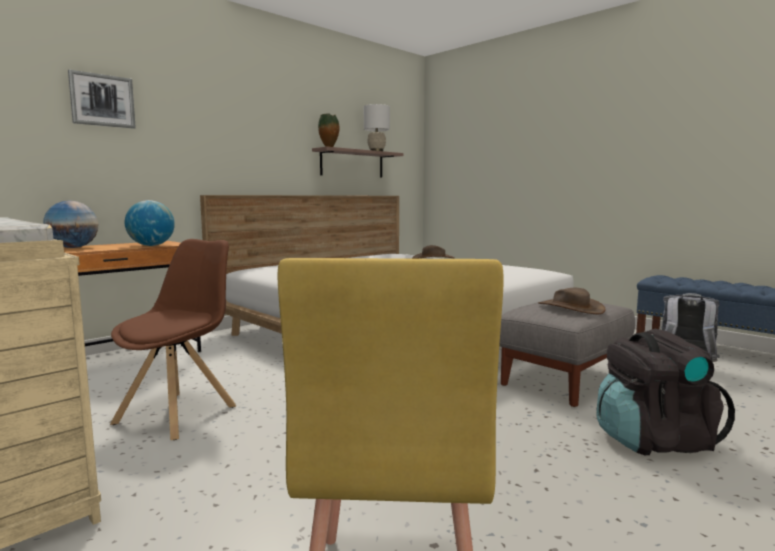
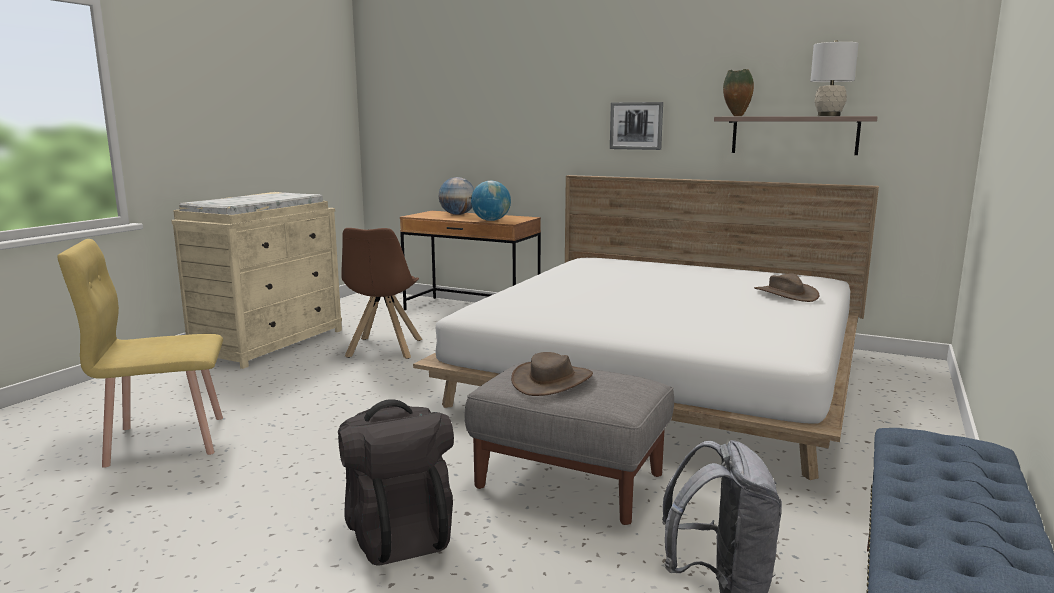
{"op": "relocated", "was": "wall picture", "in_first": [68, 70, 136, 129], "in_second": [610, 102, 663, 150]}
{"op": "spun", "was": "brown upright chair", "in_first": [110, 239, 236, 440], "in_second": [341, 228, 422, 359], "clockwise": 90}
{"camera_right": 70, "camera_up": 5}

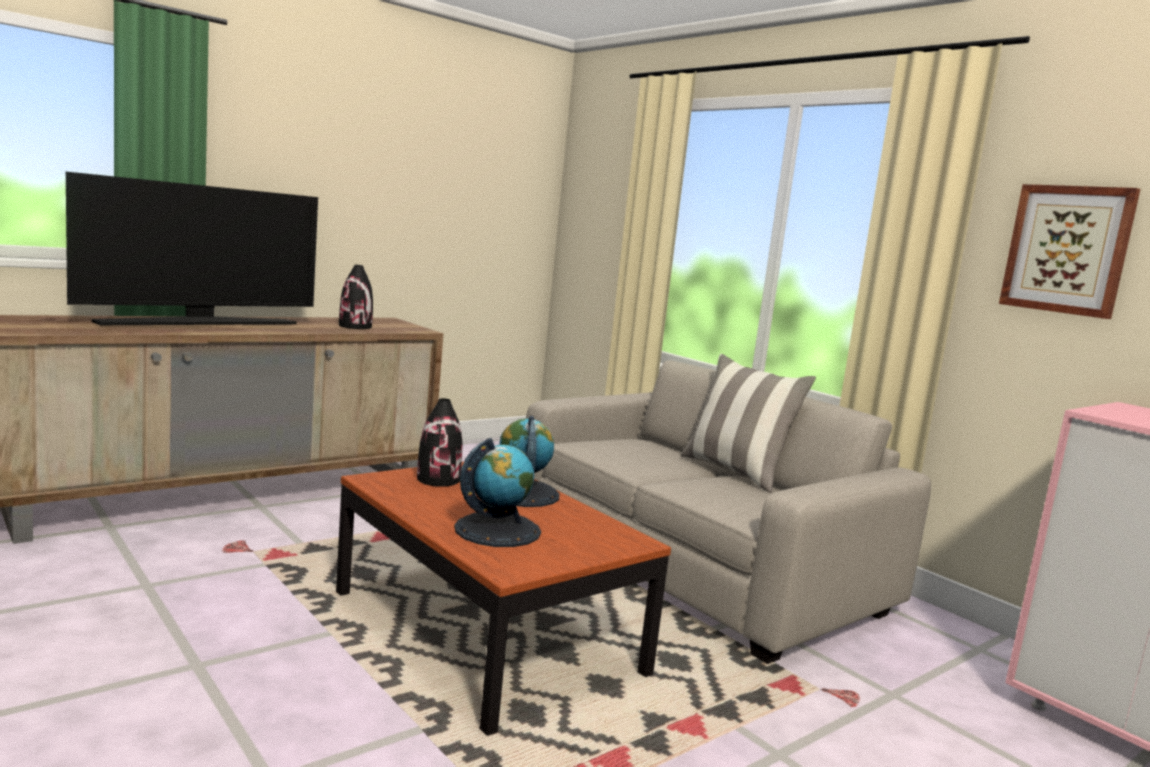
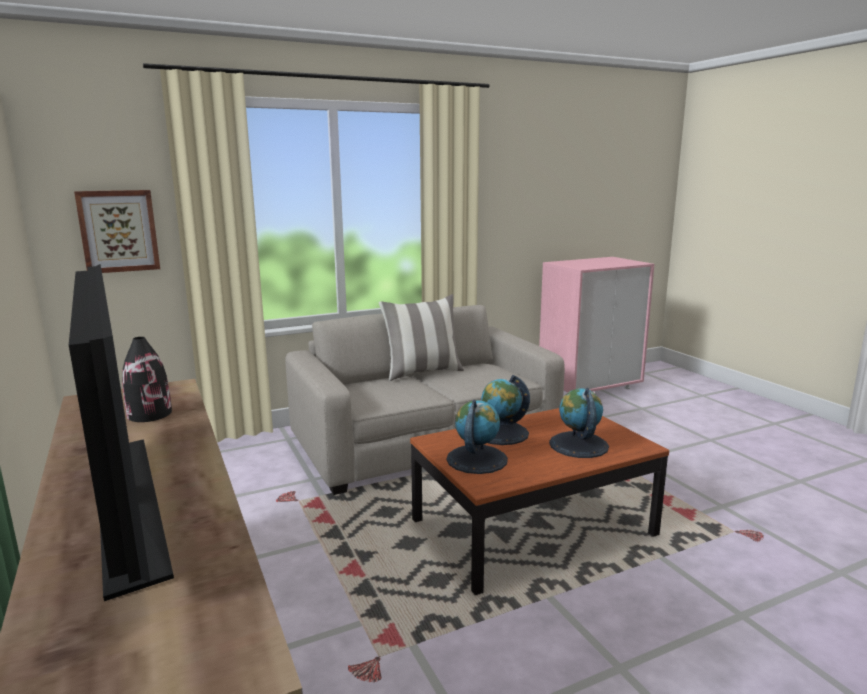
{"op": "relocated", "was": "wall picture", "in_first": [999, 184, 1140, 319], "in_second": [74, 190, 160, 273]}
{"op": "exchanged", "was": "blackish vase", "now": "globe", "in_first": [417, 398, 462, 487], "in_second": [446, 400, 508, 474]}
{"camera_right": -75, "camera_up": 5}

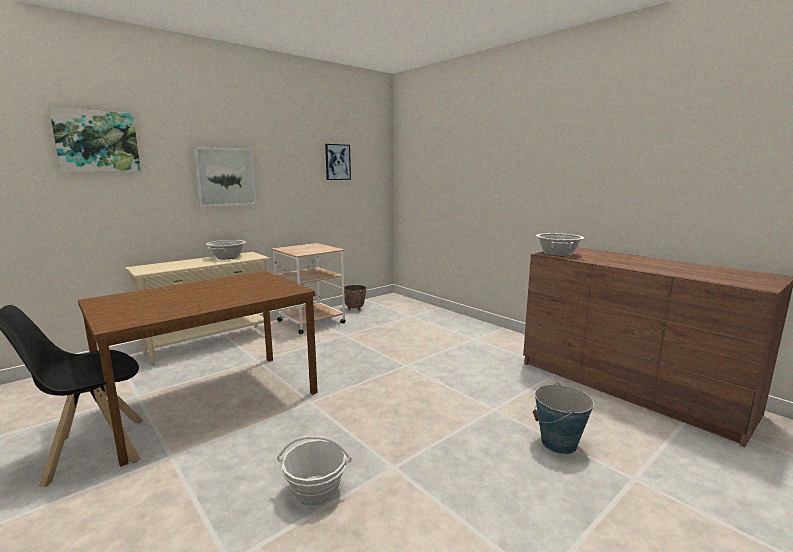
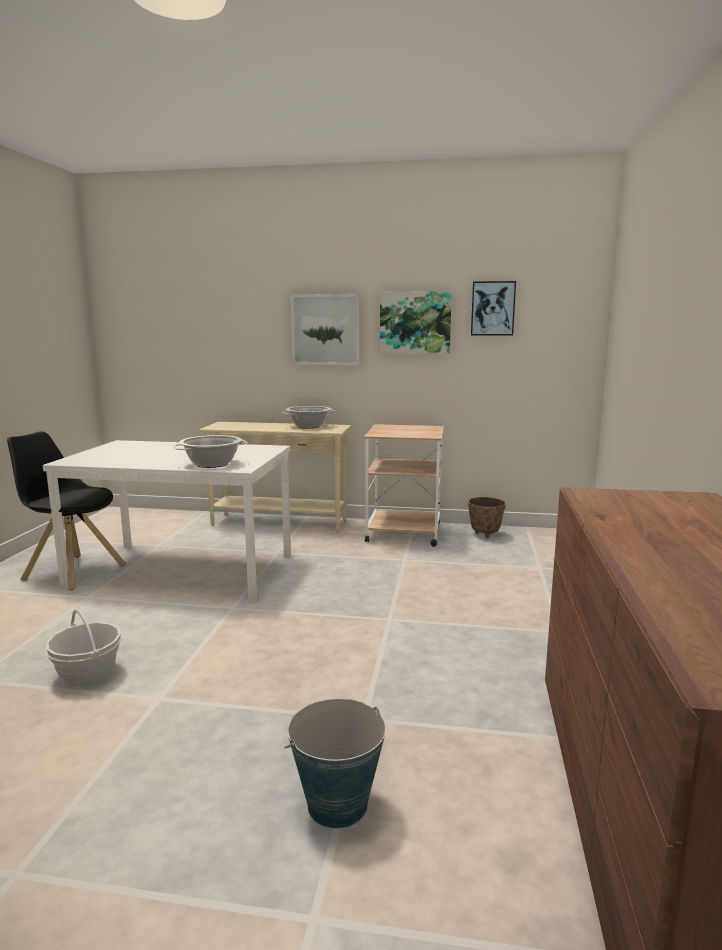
{"op": "relocated", "was": "wall picture", "in_first": [49, 107, 141, 171], "in_second": [380, 291, 452, 354]}
{"op": "relocated", "was": "stockpot", "in_first": [536, 233, 584, 256], "in_second": [173, 435, 248, 468]}
{"op": "colour", "was": "brown dining table", "now": "whitish dining table", "in_first": [78, 271, 318, 467], "in_second": [43, 440, 291, 603]}
{"camera_right": 50, "camera_up": 0}

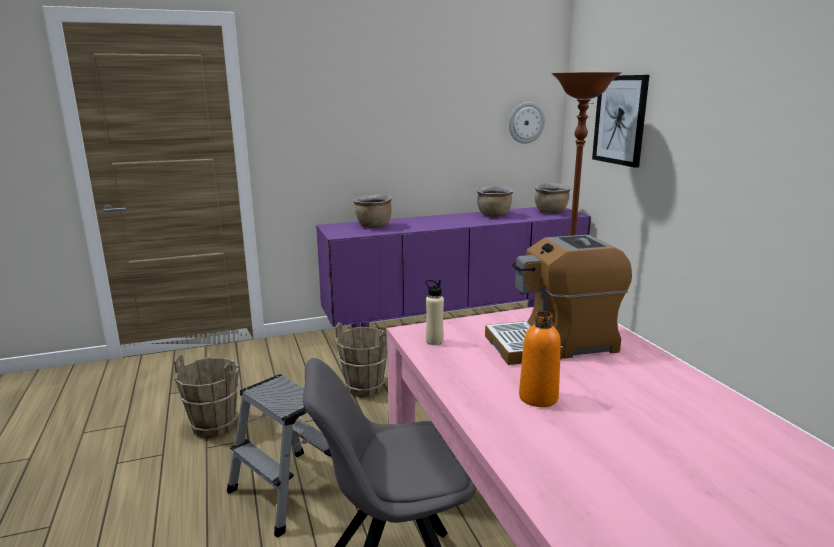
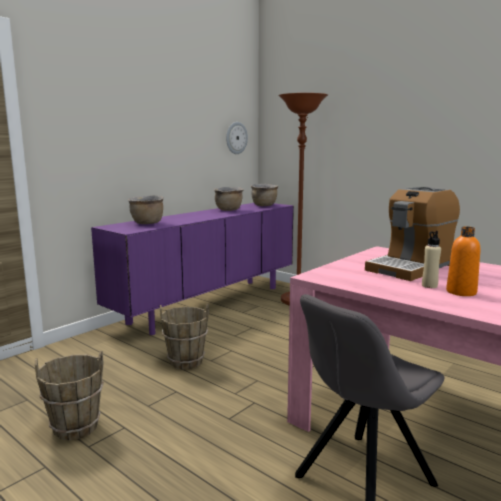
{"op": "missing", "was": "wall picture", "in_first": [592, 75, 649, 168]}
{"op": "relocated", "was": "beige bottle", "in_first": [425, 280, 444, 345], "in_second": [422, 231, 441, 288]}
{"op": "missing", "was": "greyish stepladder", "in_first": [227, 374, 332, 538]}
{"camera_right": -30, "camera_up": -5}

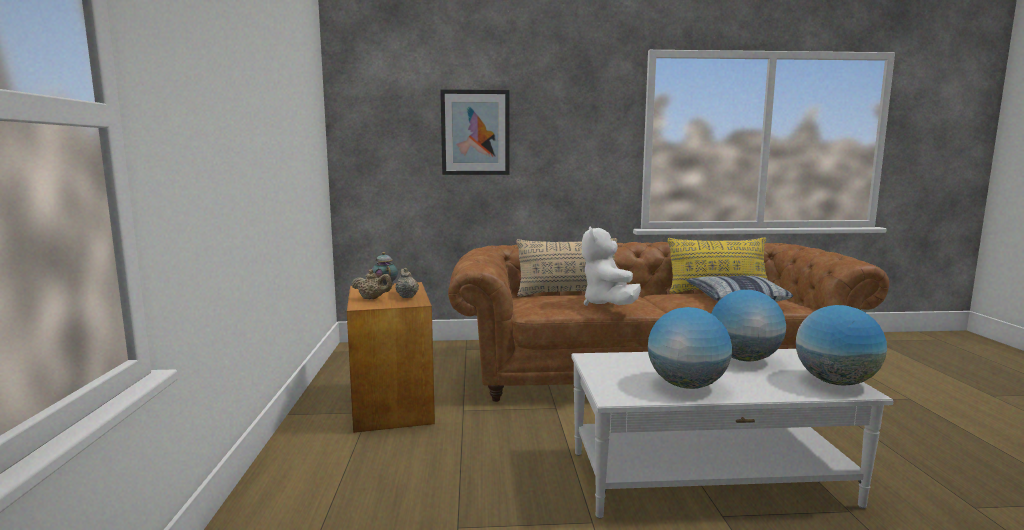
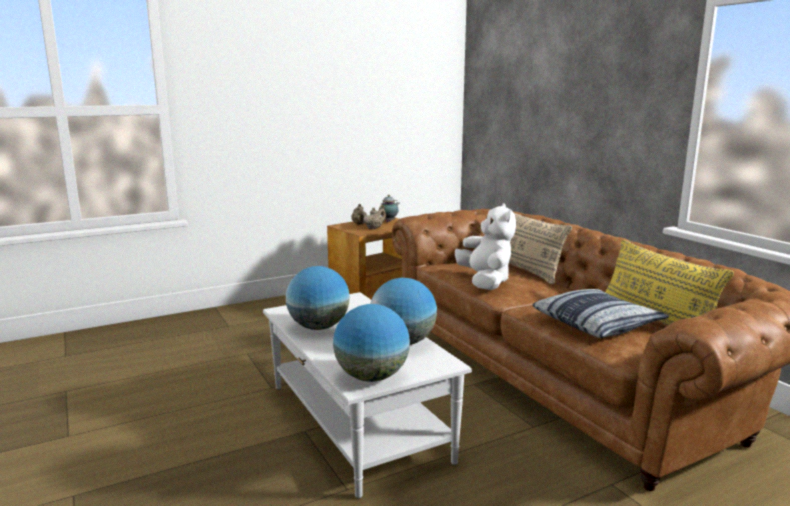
{"op": "missing", "was": "wall picture", "in_first": [440, 89, 509, 175]}
{"op": "spun", "was": "whitish plush toy", "in_first": [582, 226, 641, 306], "in_second": [455, 203, 516, 290], "clockwise": 105}
{"camera_right": 65, "camera_up": 5}

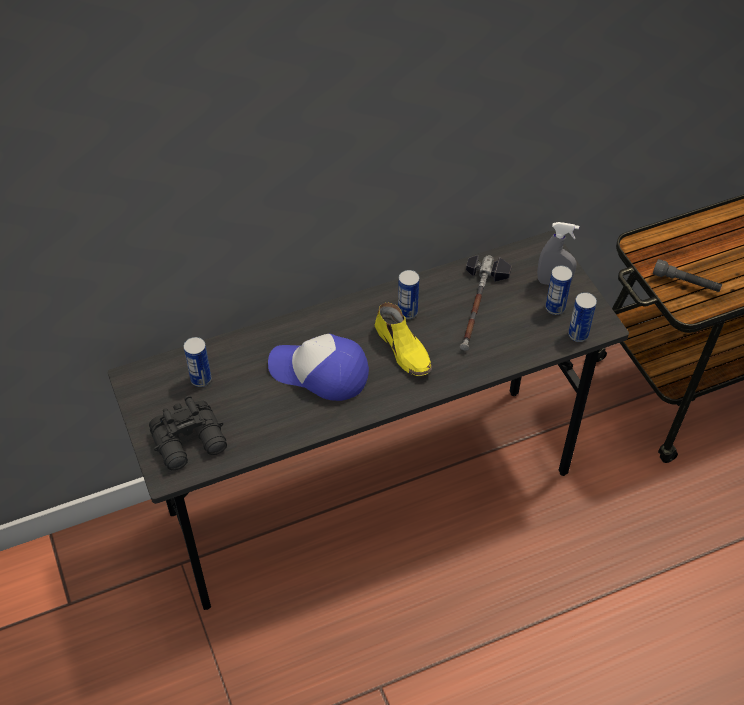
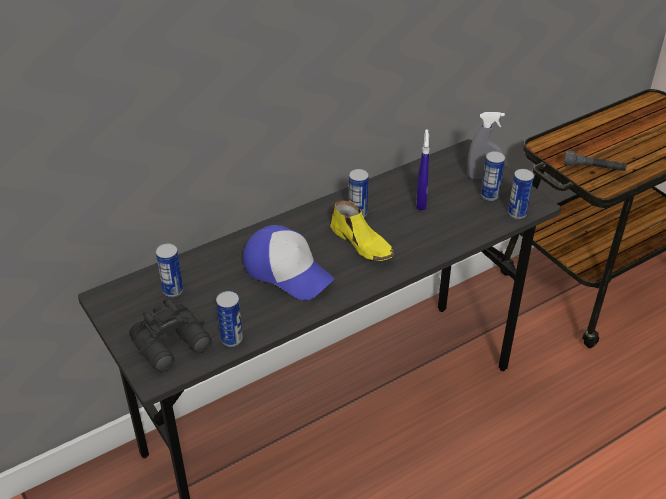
{"op": "exchanged", "was": "hand hammer", "now": "blue-coloured hand sprayer", "in_first": [460, 255, 512, 351], "in_second": [416, 129, 429, 210]}
{"op": "spun", "was": "baseball cap", "in_first": [268, 334, 369, 401], "in_second": [243, 225, 334, 300], "clockwise": -150}
{"op": "appeared", "now": "sealed can", "in_second": [216, 291, 243, 347]}
{"camera_right": -10, "camera_up": -10}

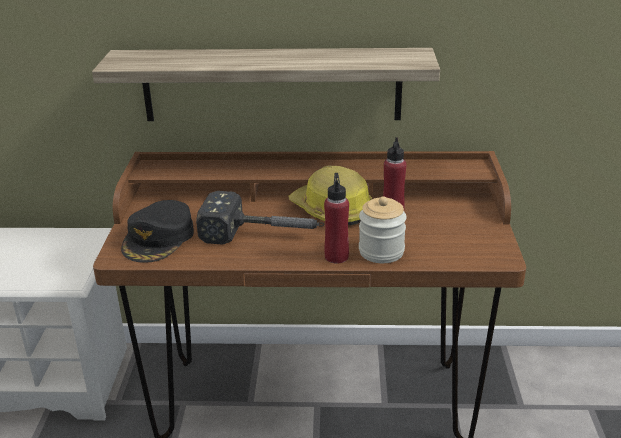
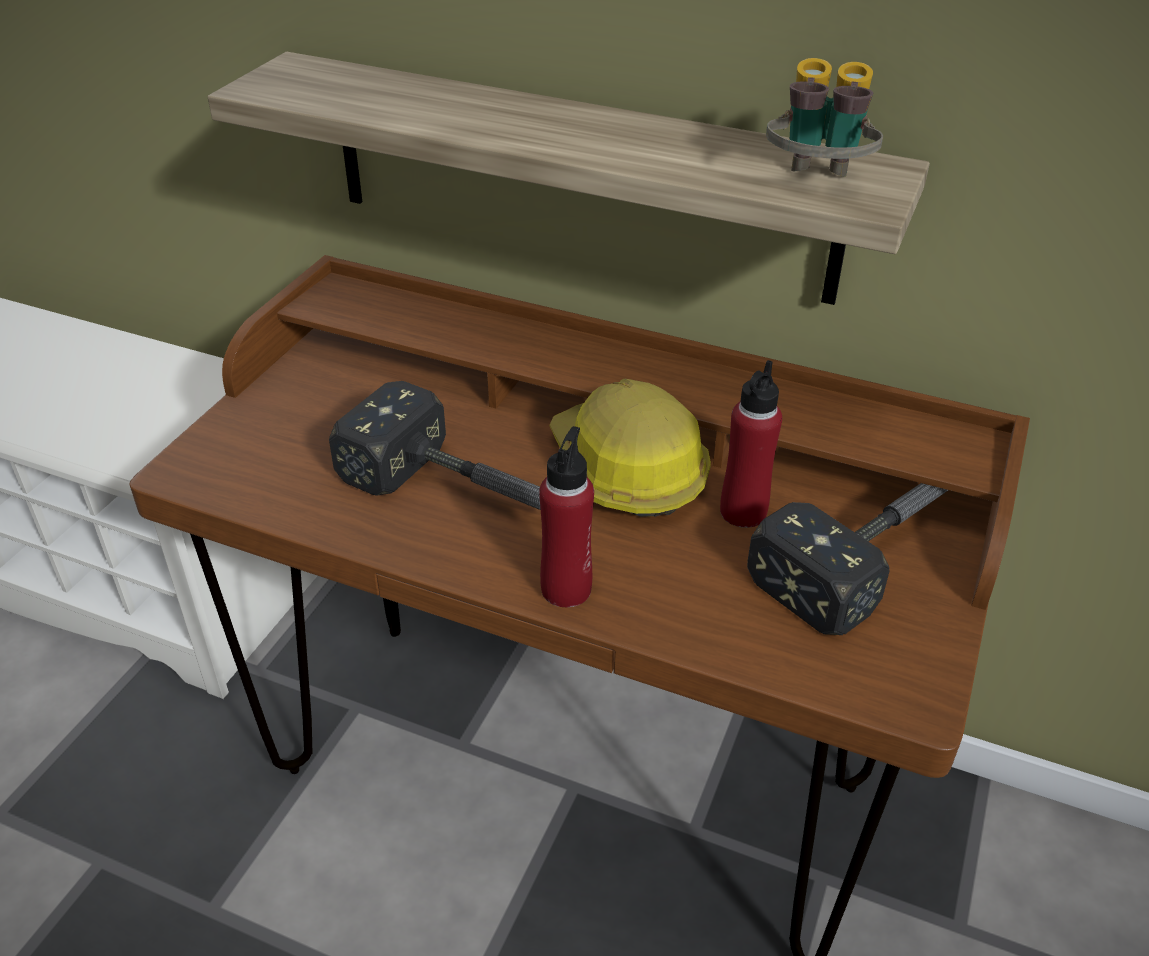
{"op": "missing", "was": "preserve jar", "in_first": [359, 196, 407, 263]}
{"op": "missing", "was": "blackish baseball cap", "in_first": [121, 200, 194, 263]}
{"op": "appeared", "now": "pair of binoculars", "in_second": [766, 58, 883, 177]}
{"op": "appeared", "now": "hand hammer", "in_second": [747, 483, 948, 635]}
{"camera_right": 20, "camera_up": 10}

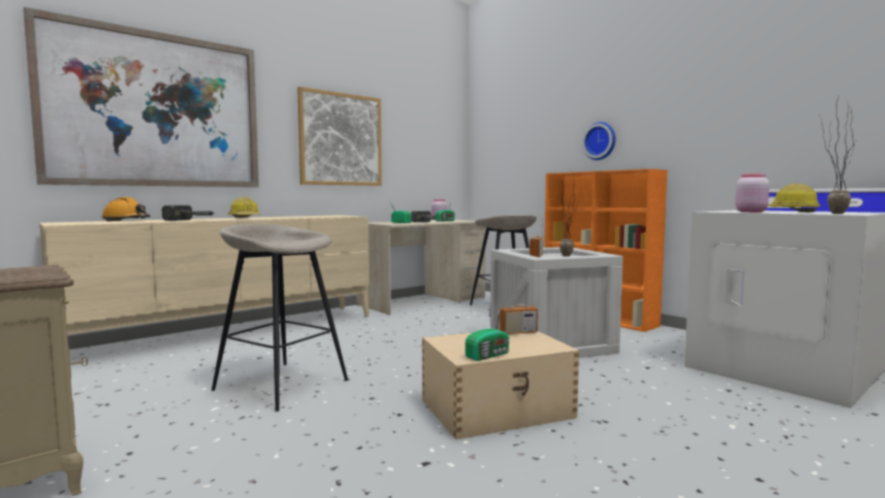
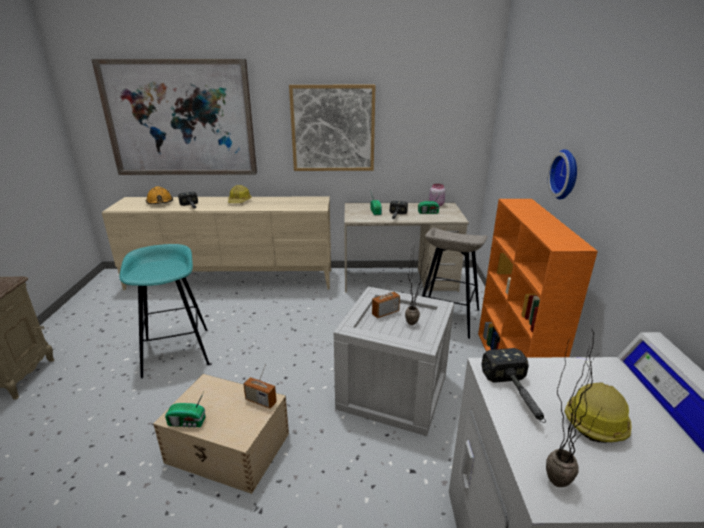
{"op": "exchanged", "was": "pink-coloured preserve jar", "now": "hand hammer", "in_first": [735, 173, 770, 212], "in_second": [481, 348, 546, 423]}
{"op": "colour", "was": "greyish stool", "now": "blue-green stool", "in_first": [211, 224, 348, 412], "in_second": [119, 244, 210, 378]}
{"camera_right": 40, "camera_up": 20}

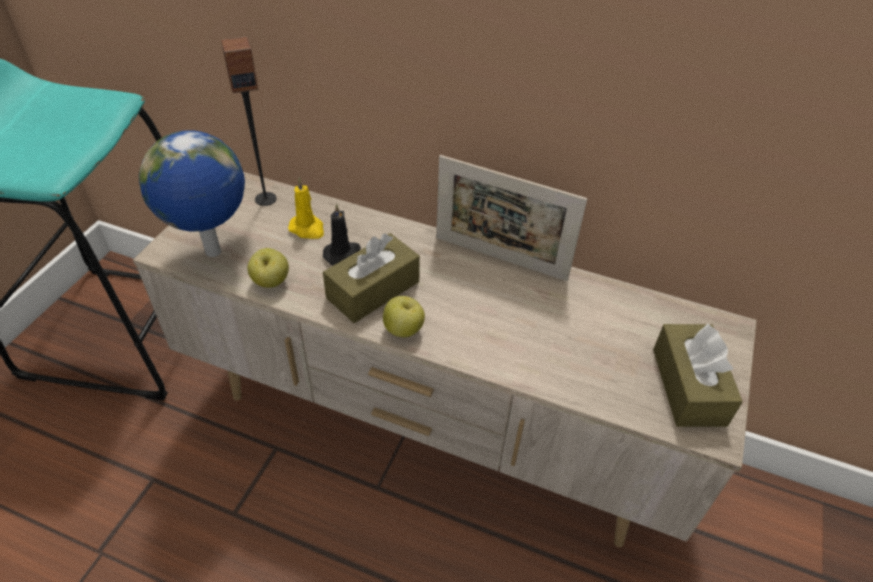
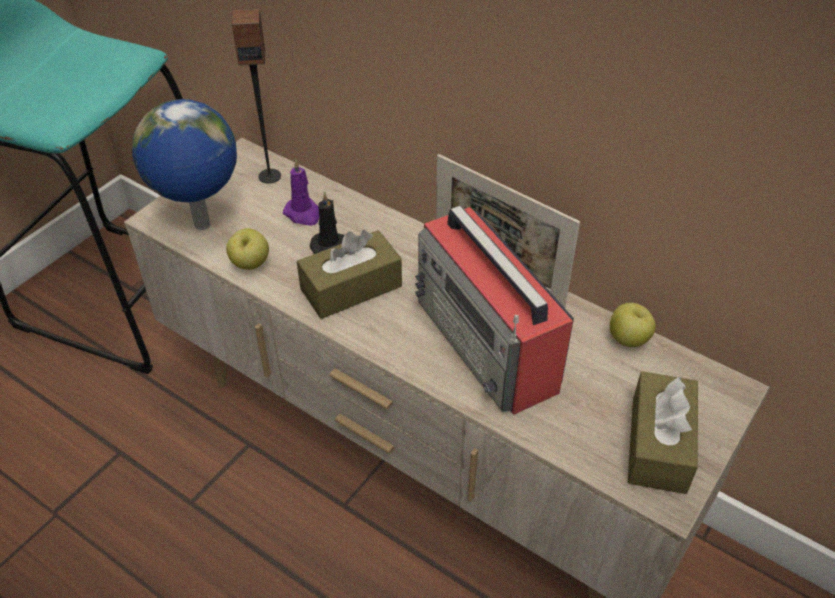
{"op": "colour", "was": "yellow wax light", "now": "purple-coloured wax light", "in_first": [288, 177, 324, 239], "in_second": [283, 159, 319, 226]}
{"op": "relocated", "was": "apple", "in_first": [383, 296, 425, 337], "in_second": [610, 303, 656, 347]}
{"op": "appeared", "now": "radio", "in_second": [415, 205, 574, 415]}
{"camera_right": 15, "camera_up": 0}

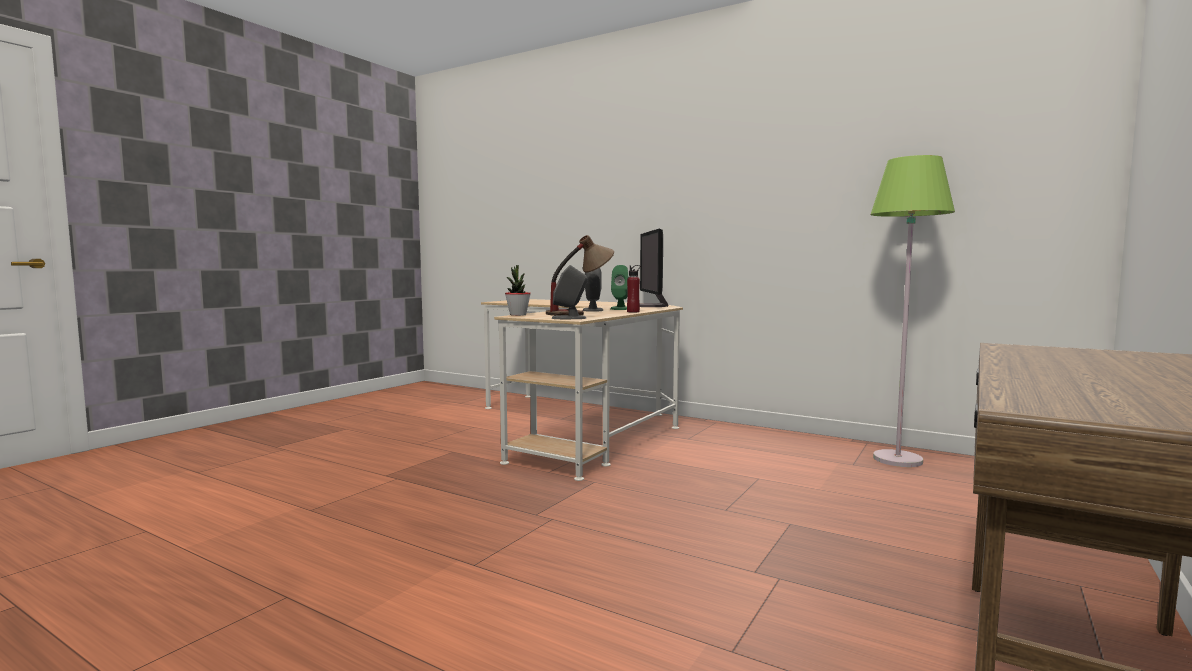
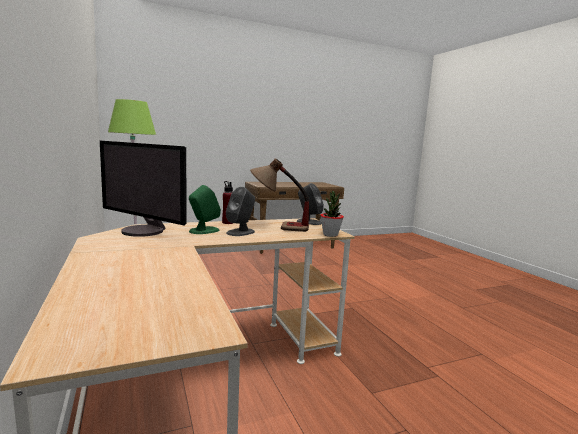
{"op": "spun", "was": "computer display", "in_first": [640, 229, 669, 307], "in_second": [100, 141, 187, 237], "clockwise": 90}
{"camera_right": -145, "camera_up": 5}

